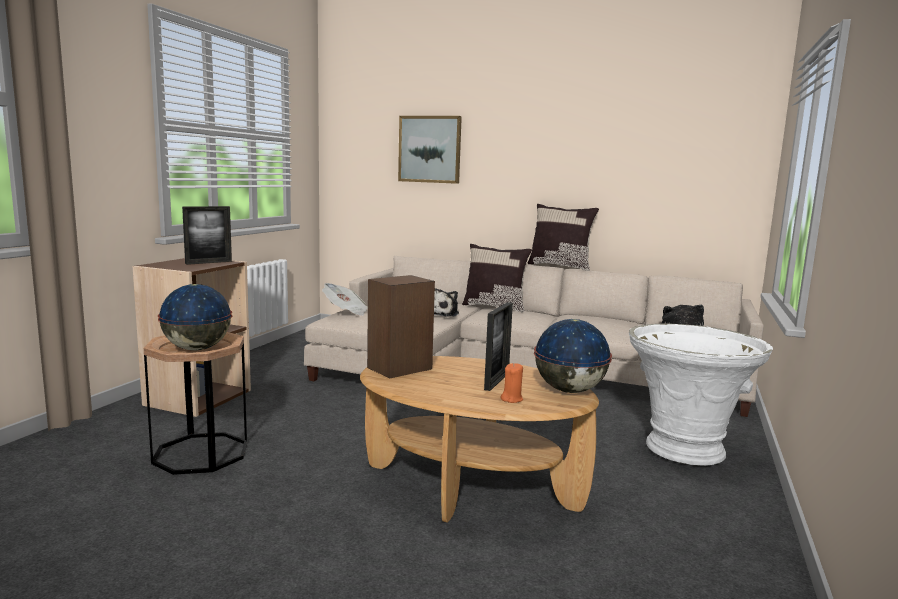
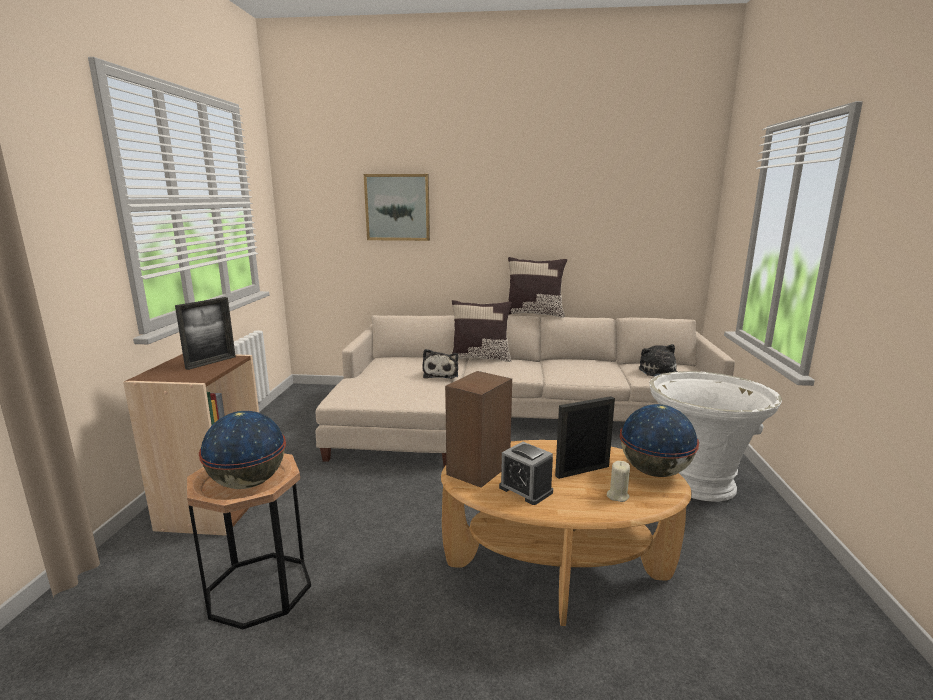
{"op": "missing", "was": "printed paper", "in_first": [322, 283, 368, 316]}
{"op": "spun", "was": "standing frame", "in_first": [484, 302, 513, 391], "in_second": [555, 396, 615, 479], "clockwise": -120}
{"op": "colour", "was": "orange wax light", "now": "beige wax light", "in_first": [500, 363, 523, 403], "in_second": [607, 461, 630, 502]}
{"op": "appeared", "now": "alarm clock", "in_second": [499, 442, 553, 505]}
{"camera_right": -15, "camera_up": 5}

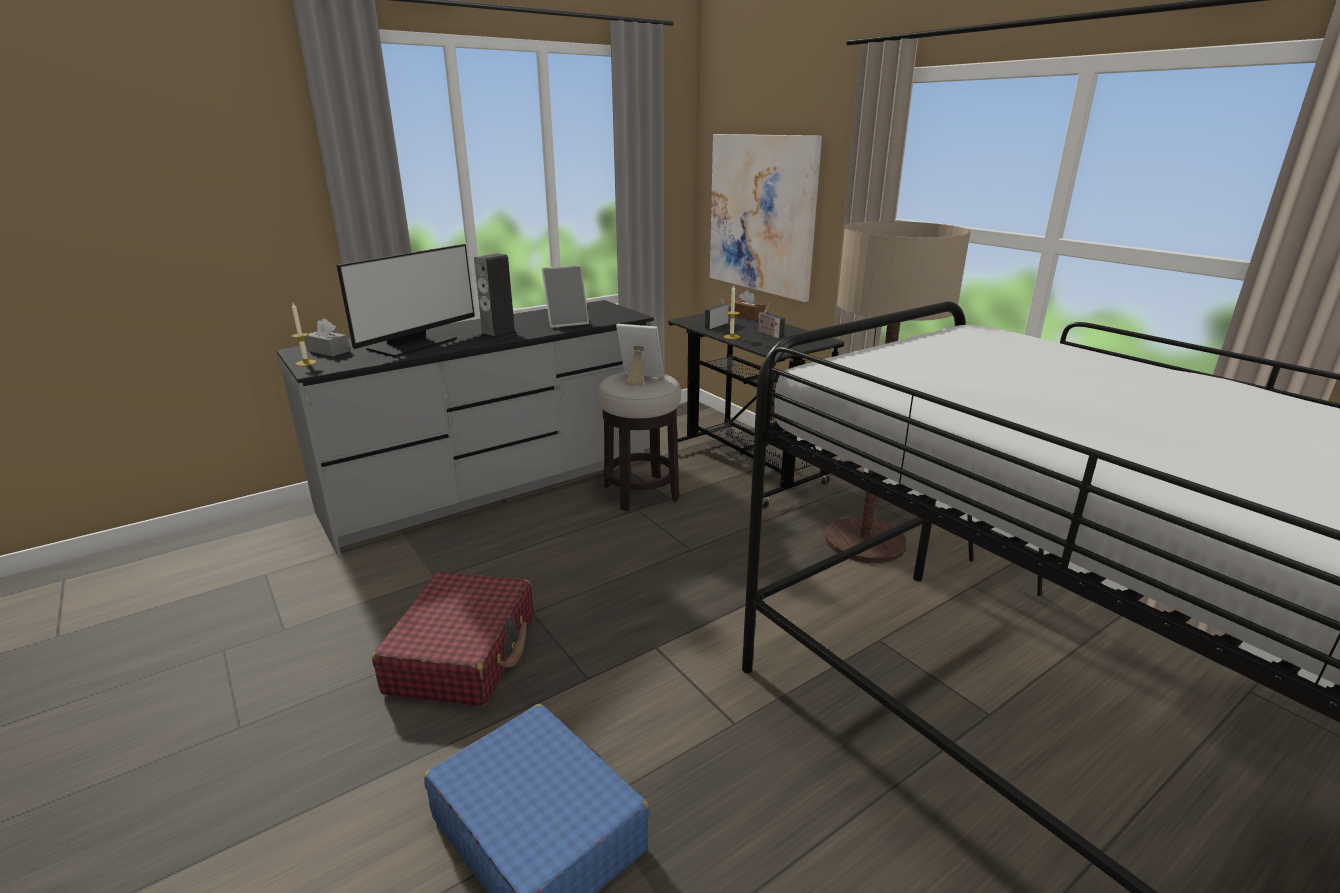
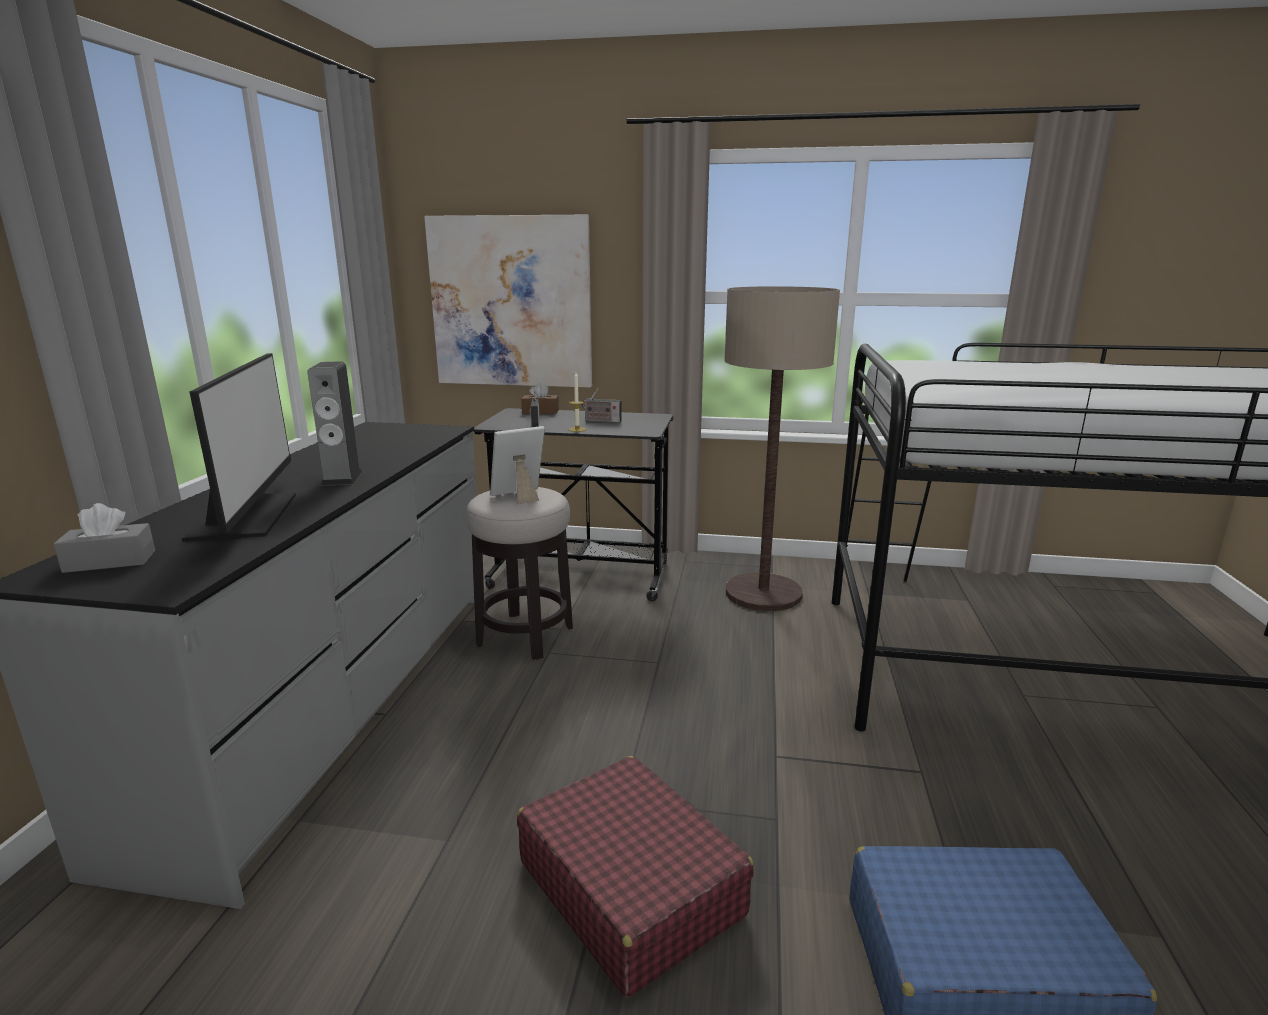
{"op": "missing", "was": "standing frame", "in_first": [541, 265, 589, 328]}
{"op": "missing", "was": "wax light", "in_first": [291, 303, 317, 366]}
{"camera_right": -45, "camera_up": -5}

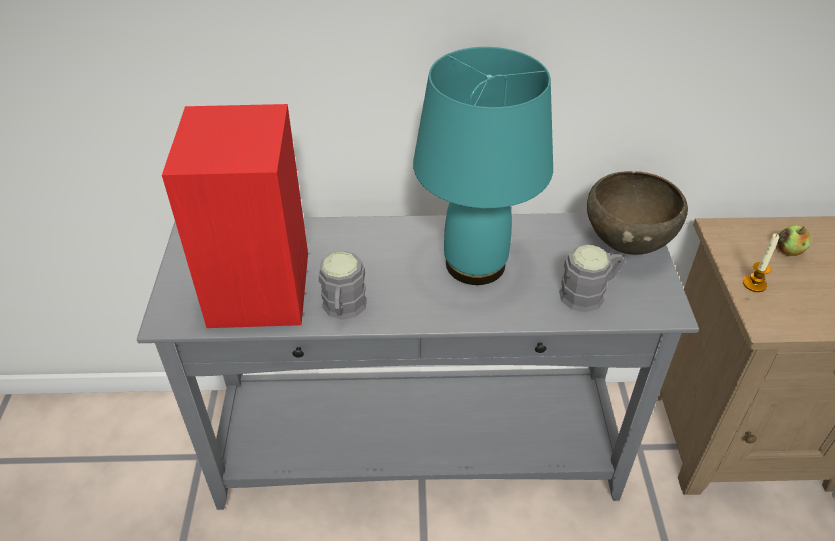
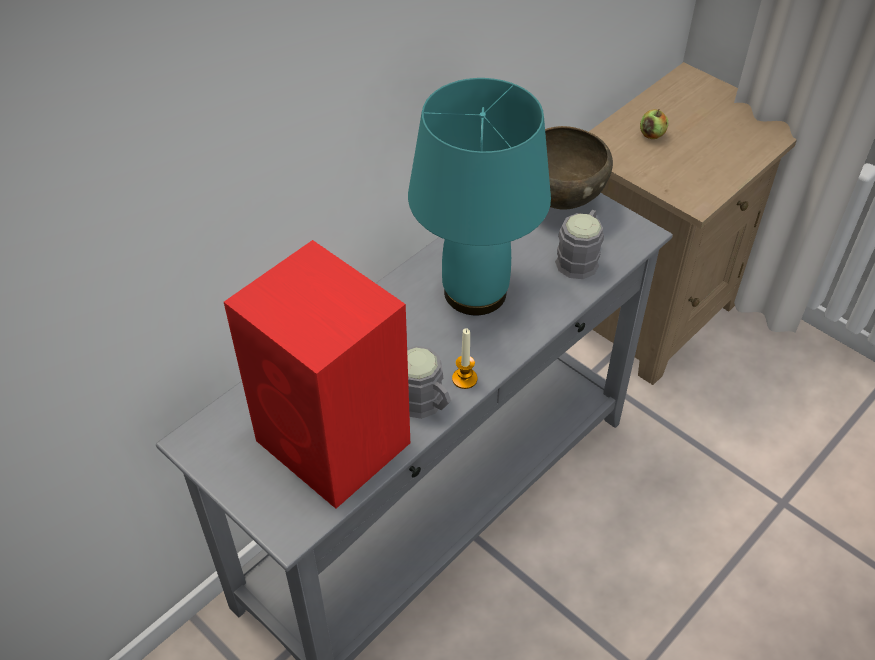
{"op": "relocated", "was": "wax light", "in_first": [743, 233, 779, 292], "in_second": [452, 328, 478, 389]}
{"camera_right": -45, "camera_up": 5}

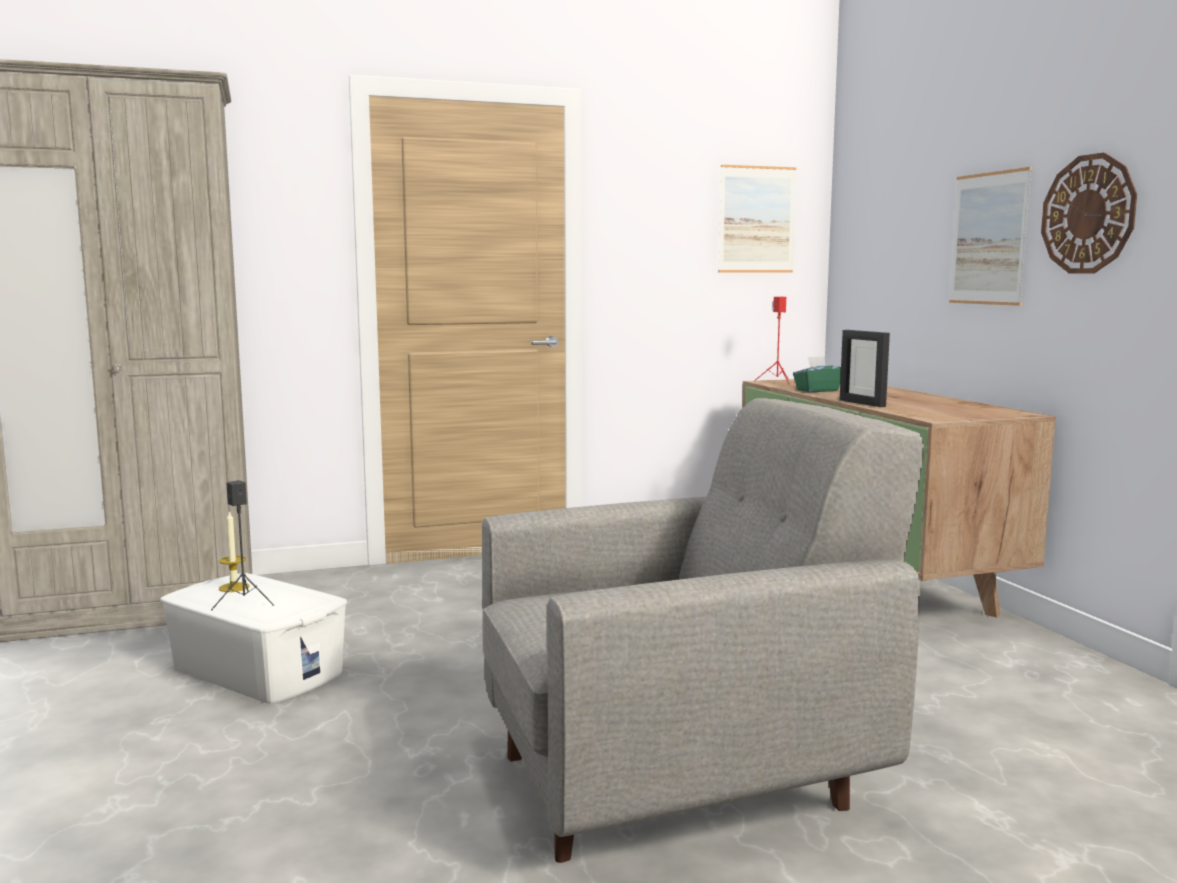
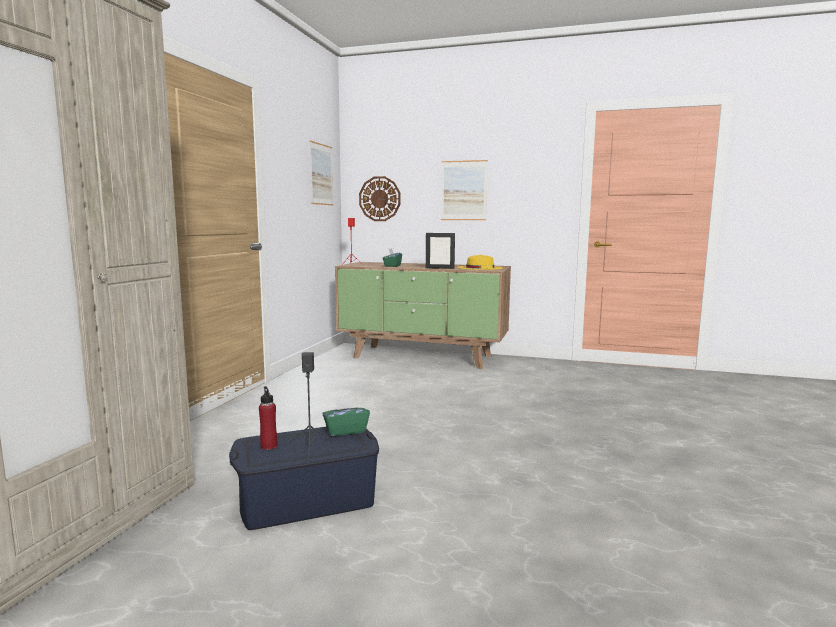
{"op": "relocated", "was": "hanging clock", "in_first": [1041, 153, 1137, 274], "in_second": [359, 176, 400, 221]}
{"op": "missing", "was": "greyish easy chair", "in_first": [482, 398, 924, 863]}
{"op": "exchanged", "was": "wax light", "now": "red bottle", "in_first": [219, 511, 250, 592], "in_second": [259, 386, 277, 450]}
{"op": "colour", "was": "whitish storage container", "now": "blue-coloured storage container", "in_first": [160, 573, 347, 704], "in_second": [229, 427, 379, 530]}
{"op": "appeared", "now": "yellow clothing hat", "in_second": [457, 255, 503, 270]}
{"op": "appeared", "now": "green box of tissues", "in_second": [322, 397, 370, 436]}
{"camera_right": -55, "camera_up": 0}

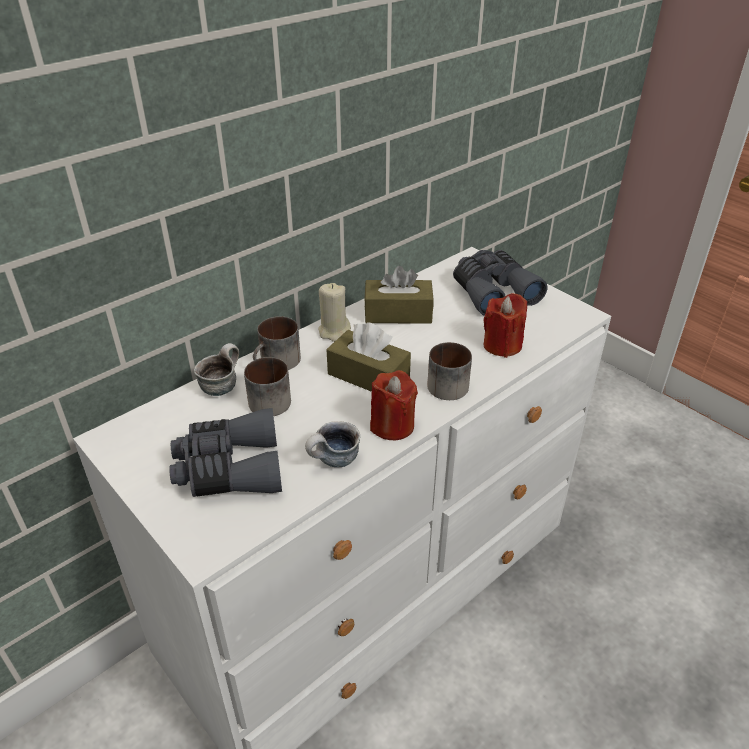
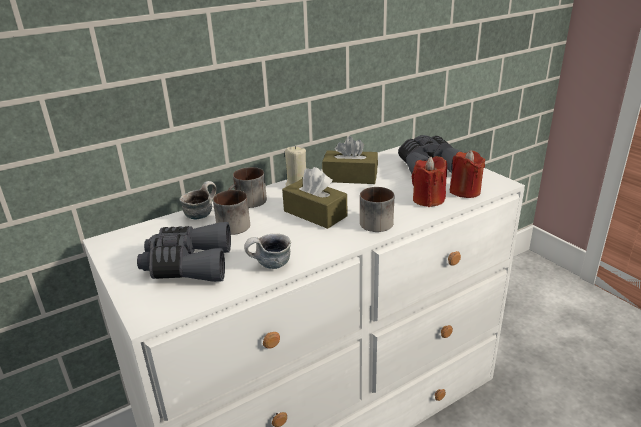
{"op": "relocated", "was": "red wax light", "in_first": [370, 370, 418, 440], "in_second": [450, 150, 485, 198]}
{"camera_right": 10, "camera_up": -10}

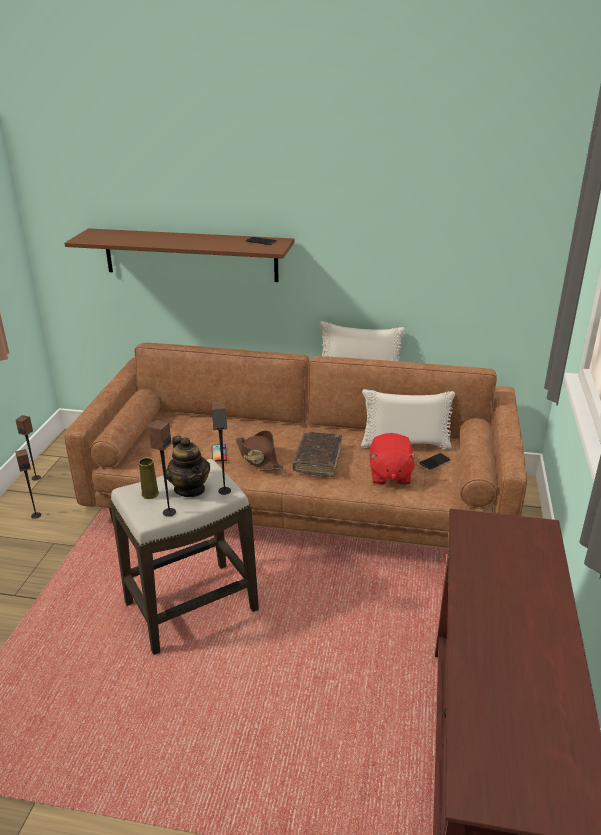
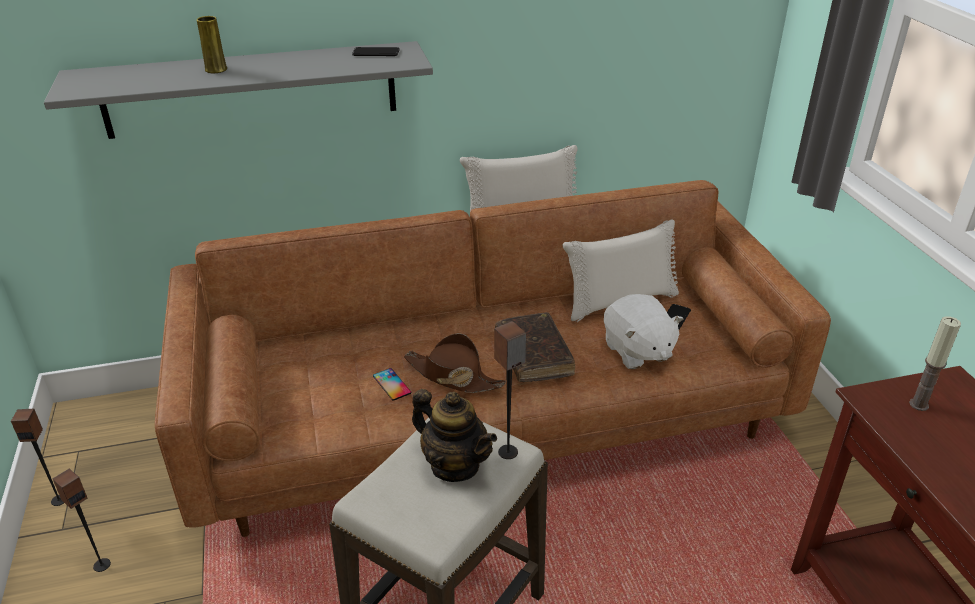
{"op": "colour", "was": "brown wall shelf", "now": "greyish wall shelf", "in_first": [64, 228, 294, 282], "in_second": [44, 41, 433, 139]}
{"op": "missing", "was": "audio speaker", "in_first": [148, 420, 176, 517]}
{"op": "colour", "was": "red plush toy", "now": "whitish plush toy", "in_first": [369, 433, 418, 485], "in_second": [604, 294, 683, 369]}
{"op": "relocated", "was": "yellow vase", "in_first": [138, 458, 159, 499], "in_second": [197, 16, 227, 73]}
{"op": "appeared", "now": "wax light", "in_second": [909, 316, 961, 411]}
{"camera_right": -25, "camera_up": 5}

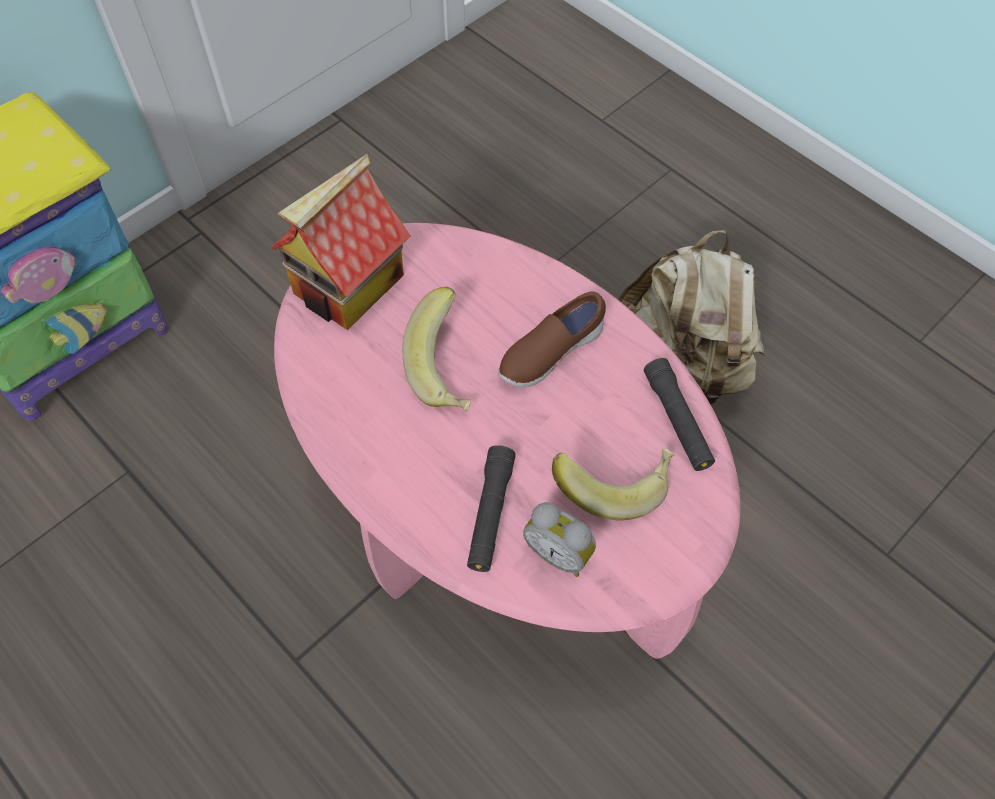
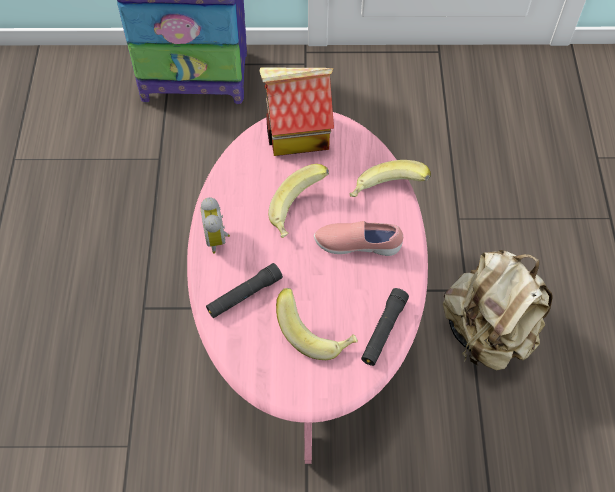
{"op": "colour", "was": "brown item of footwear", "now": "pink-coloured item of footwear", "in_first": [498, 291, 606, 387], "in_second": [314, 221, 403, 256]}
{"op": "relocated", "was": "alarm clock", "in_first": [523, 502, 596, 577], "in_second": [201, 197, 230, 254]}
{"op": "appeared", "now": "banana fruit", "in_second": [350, 160, 431, 197]}
{"camera_right": 45, "camera_up": 0}

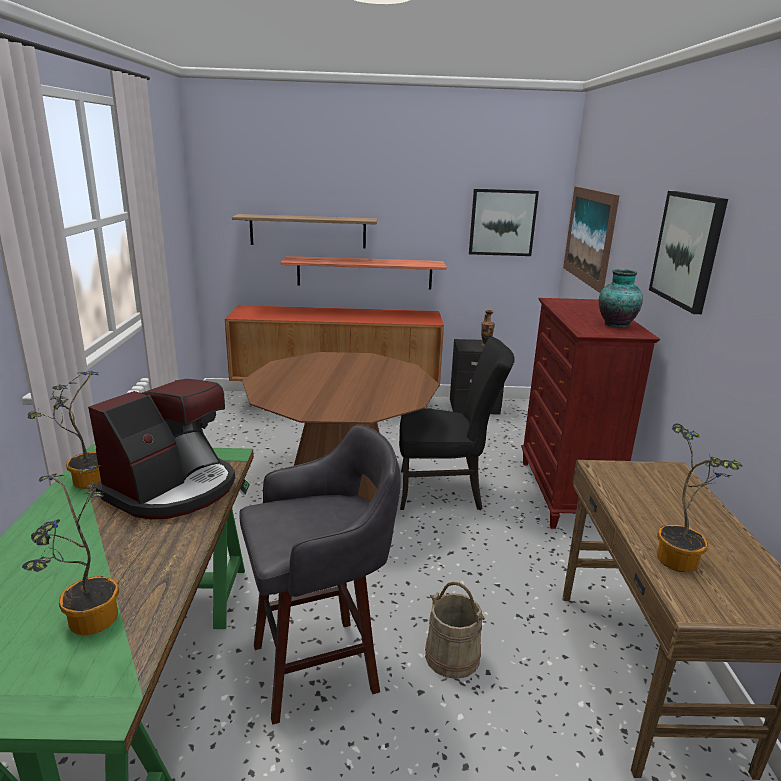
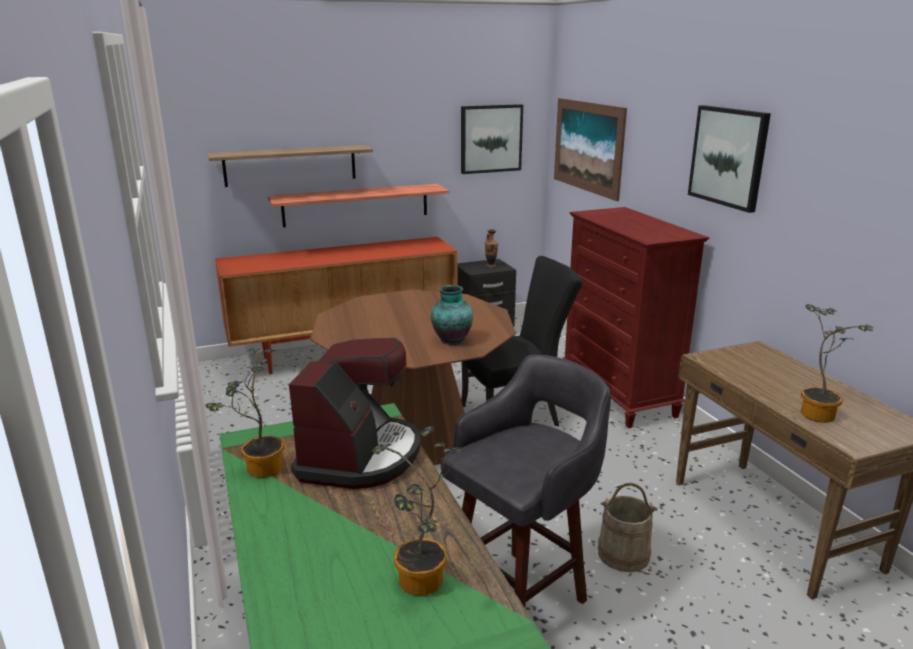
{"op": "relocated", "was": "vase", "in_first": [599, 269, 643, 328], "in_second": [431, 285, 473, 345]}
{"camera_right": -20, "camera_up": 0}

